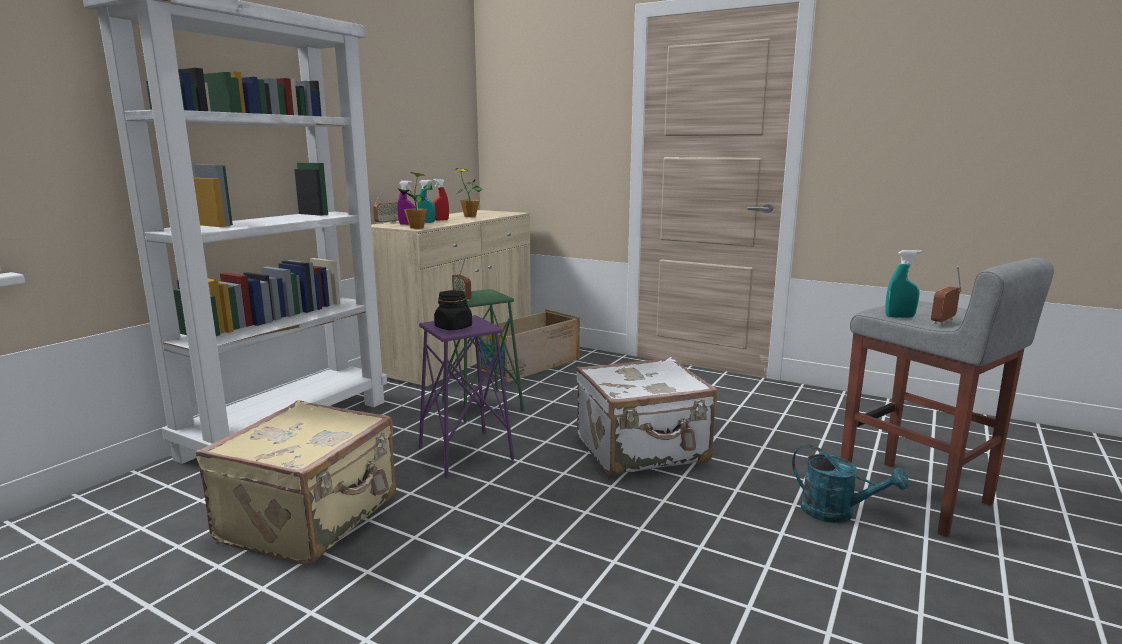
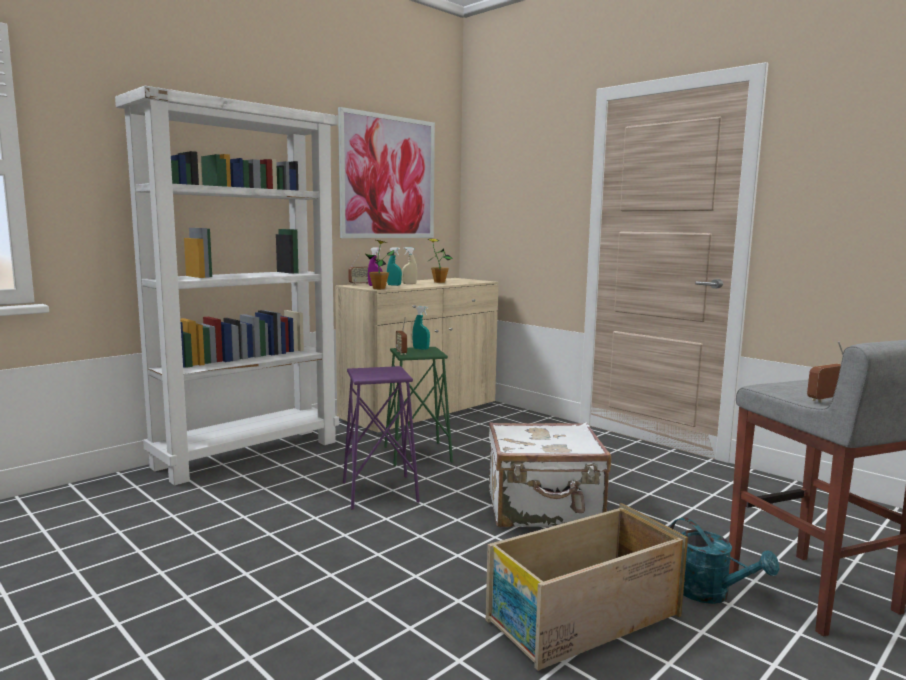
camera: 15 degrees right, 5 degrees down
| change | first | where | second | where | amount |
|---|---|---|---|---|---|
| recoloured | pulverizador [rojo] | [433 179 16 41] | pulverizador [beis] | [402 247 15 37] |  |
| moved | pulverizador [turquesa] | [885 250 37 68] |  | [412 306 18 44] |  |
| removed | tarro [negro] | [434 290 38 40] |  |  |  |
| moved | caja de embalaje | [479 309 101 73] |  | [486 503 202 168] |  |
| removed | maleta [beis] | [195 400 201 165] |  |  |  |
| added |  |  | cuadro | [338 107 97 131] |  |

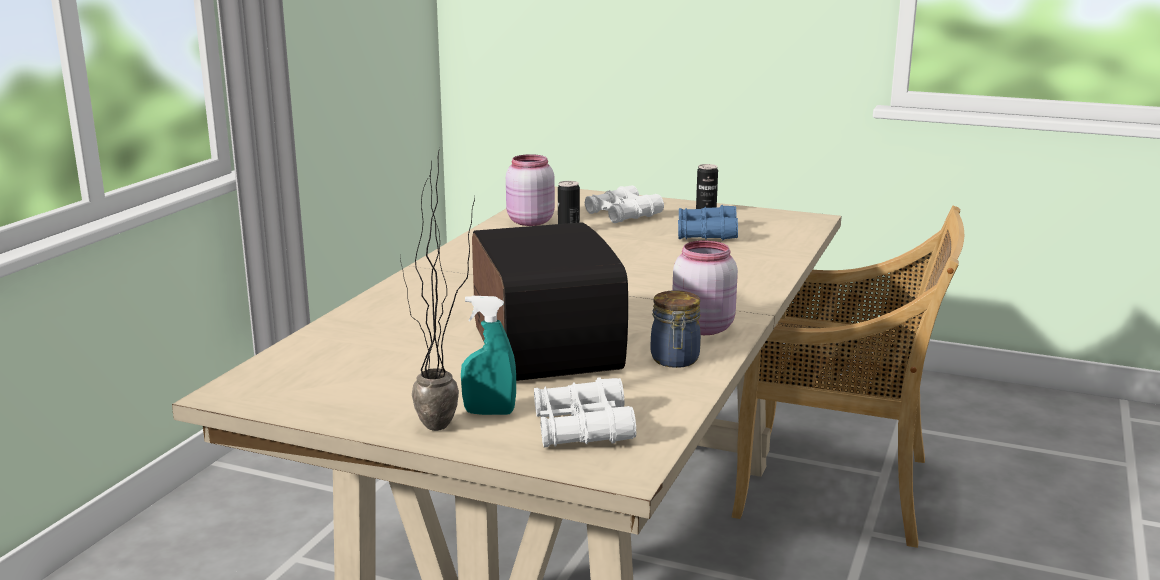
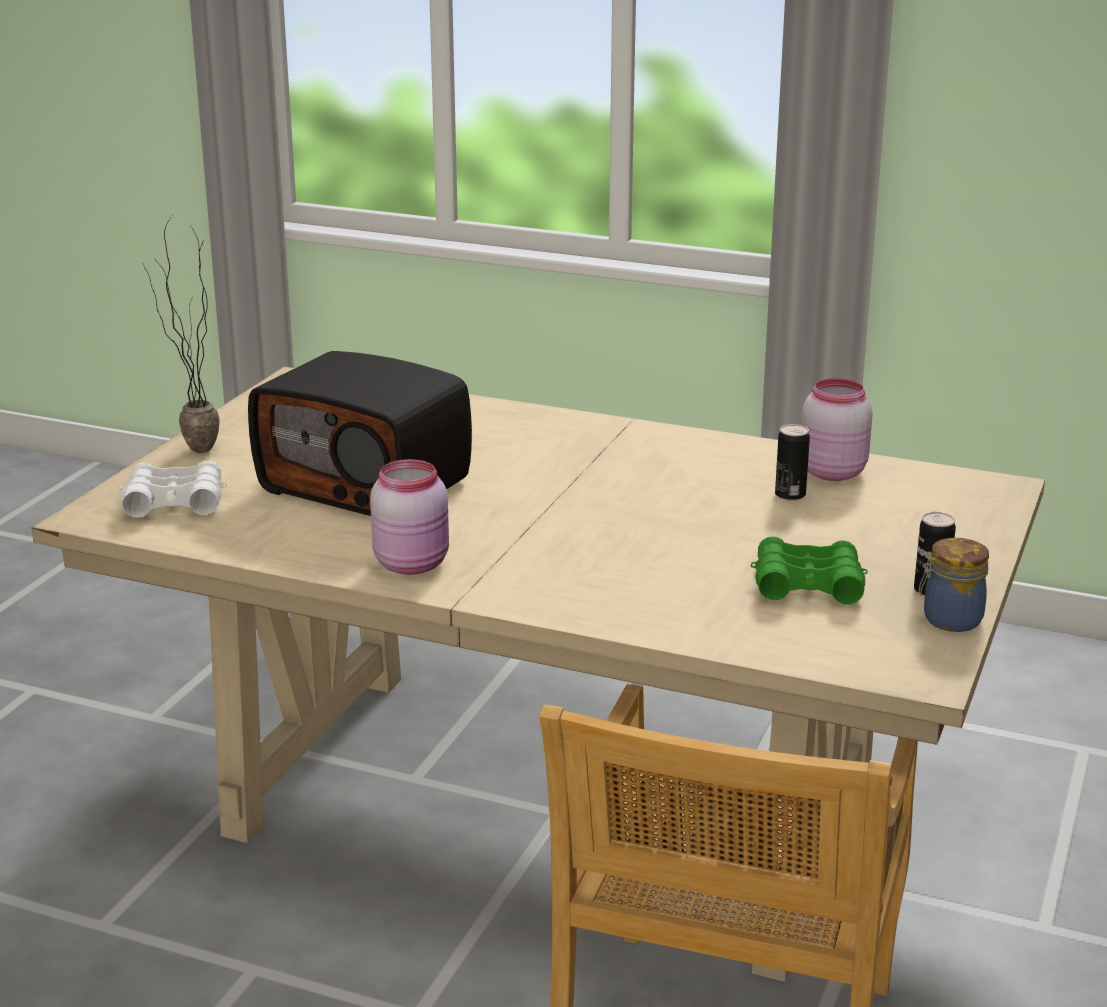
camera: 90 degrees right, 5 degrees up
| change | first | where | second | where | amount |
|---|---|---|---|---|---|
| removed | prismáticos [blanco] | [585 186 79 37] |  |  |  |
| recoloured | prismáticos [azul] | [678 205 60 36] | prismáticos [verde] | [751 536 117 69] |  |
| turned | radio | [472 222 156 159] |  | [248 351 224 165] | 45 degrees clockwise |
| moved | tarro | [651 290 50 78] |  | [919 538 70 94] |  |
| removed | pulverizador [turquesa] | [461 296 55 119] |  |  |  |

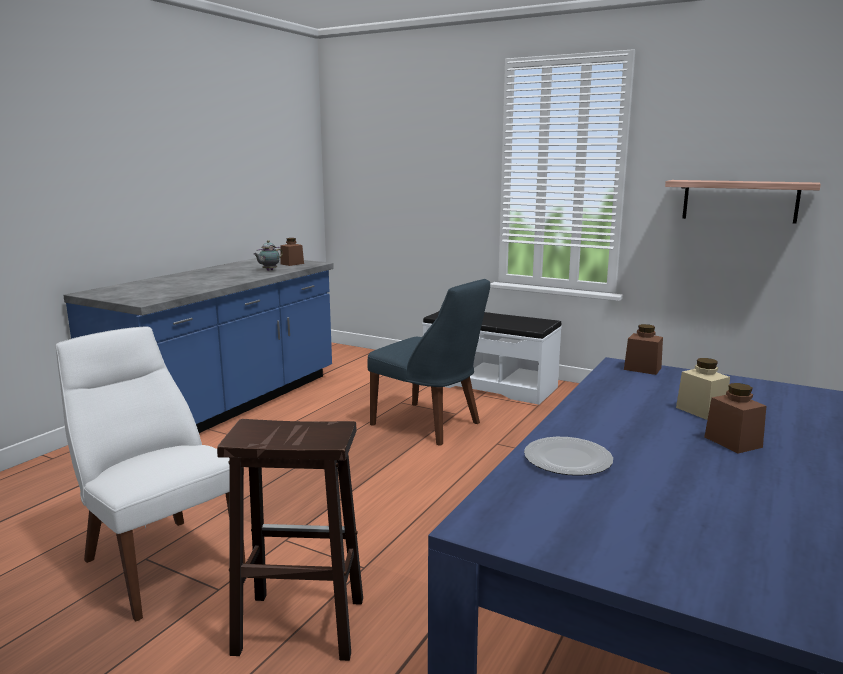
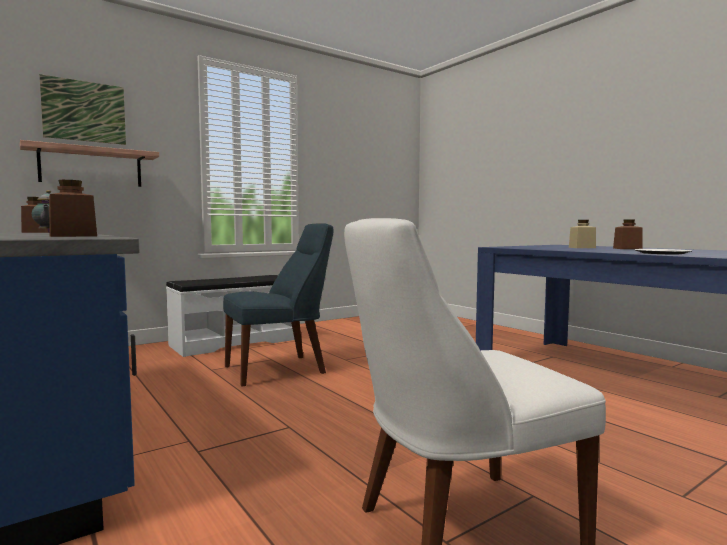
camera: 65 degrees left, 10 degrees down
| change | first | where | second | where | amount |
|---|---|---|---|---|---|
| moved | estante | [665 180 156 44] |  | [20 140 139 47] |  |
| moved | tarro [marrón] | [624 324 39 51] |  | [49 180 48 57] |  |
| removed | taburete [marrón] | [217 419 146 242] |  |  |  |
| added |  |  | cuadro | [39 74 87 71] |  |

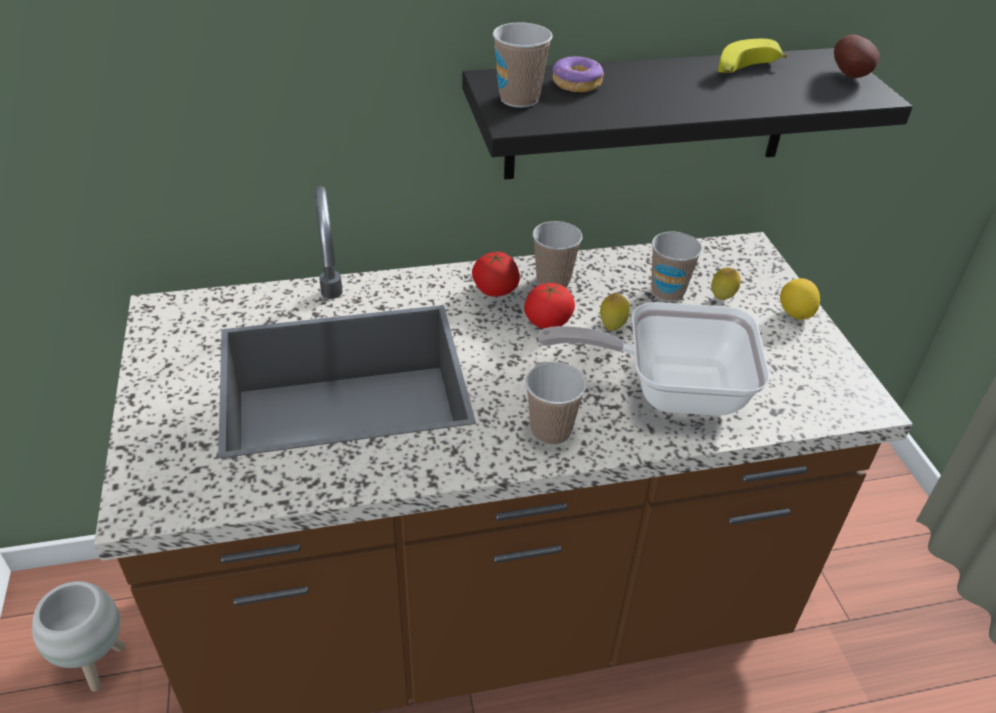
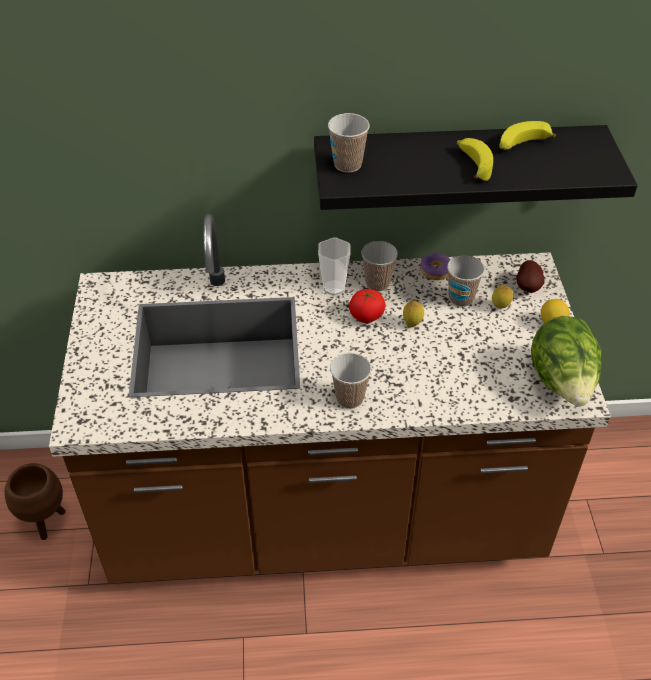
camera: 10 degrees right, 5 degrees up
| change | first | where | second | where | amount |
|---|---|---|---|---|---|
| moved | patata | [834 35 46 43] |  | [517 260 28 33] |  |
| moved | rosquilla | [553 56 51 36] |  | [420 253 30 27] |  |
| replaced | tomate | [472 251 48 46] | taza | [318 237 33 59] |  |
| removed | sartén | [538 302 232 114] |  |  |  |
| recoloured | maceta [blanco] | [32 581 93 111] | maceta [marrón] | [5 463 60 77] |  |
| added |  |  | plátano | [457 138 36 43] |  |
| added |  |  | lechuga | [531 316 70 90] |  |

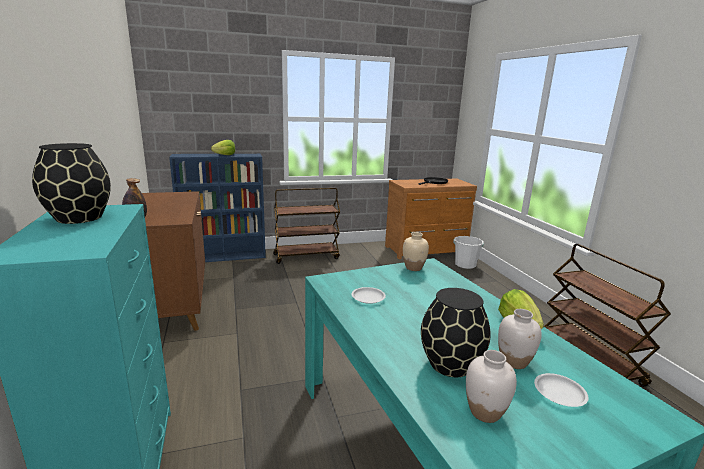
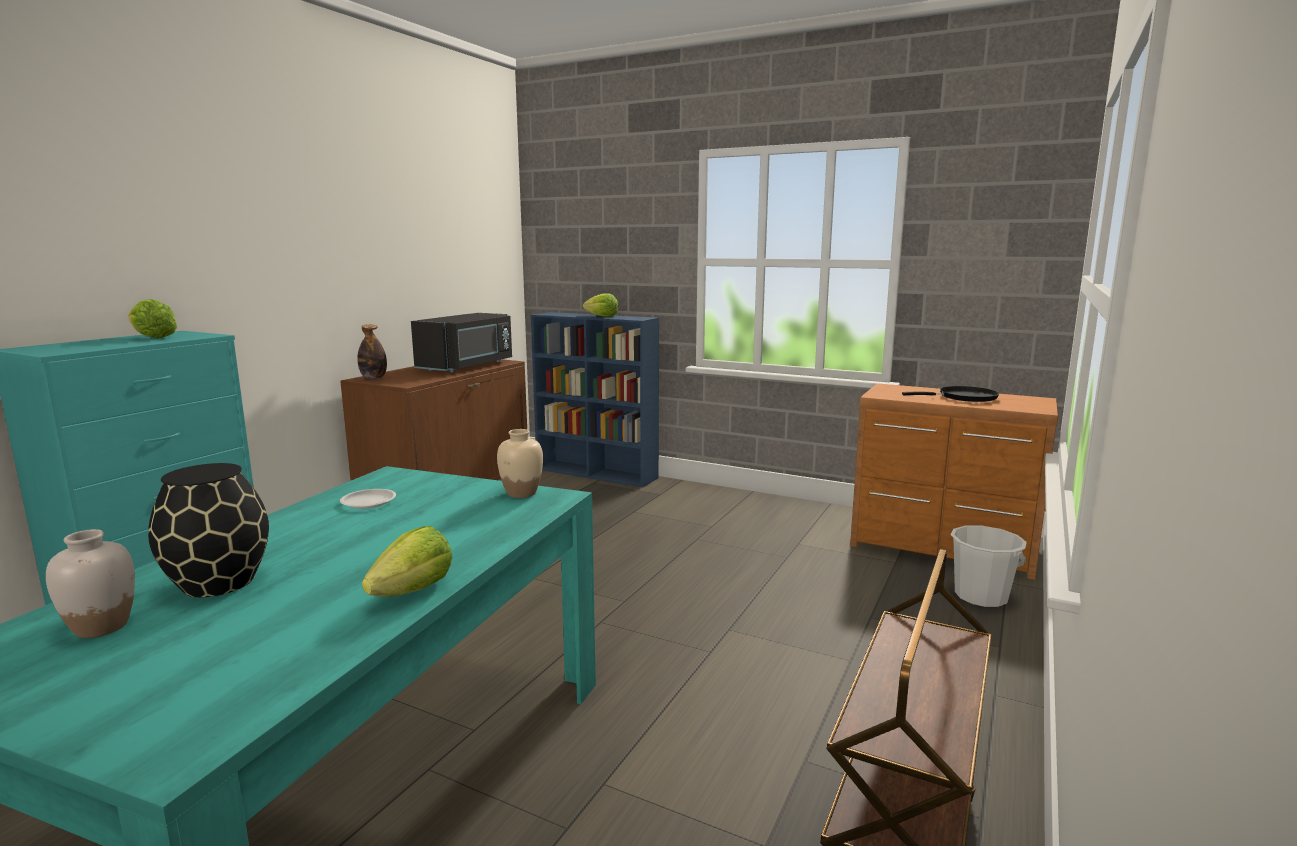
camera: 45 degrees right, 5 degrees down
| change | first | where | second | where | amount |
|---|---|---|---|---|---|
| replaced | florero [negro] | [32 143 79 81] | lechuga | [128 299 49 39] |  |
| removed | carrito [marrón] | [273 188 67 76] |  |  |  |
| removed | florero [blanco] | [498 309 44 60] |  |  |  |
| removed | plato [blanco] | [534 373 55 34] |  |  |  |
| added |  |  | microondas [negro] | [411 313 101 60] |  |

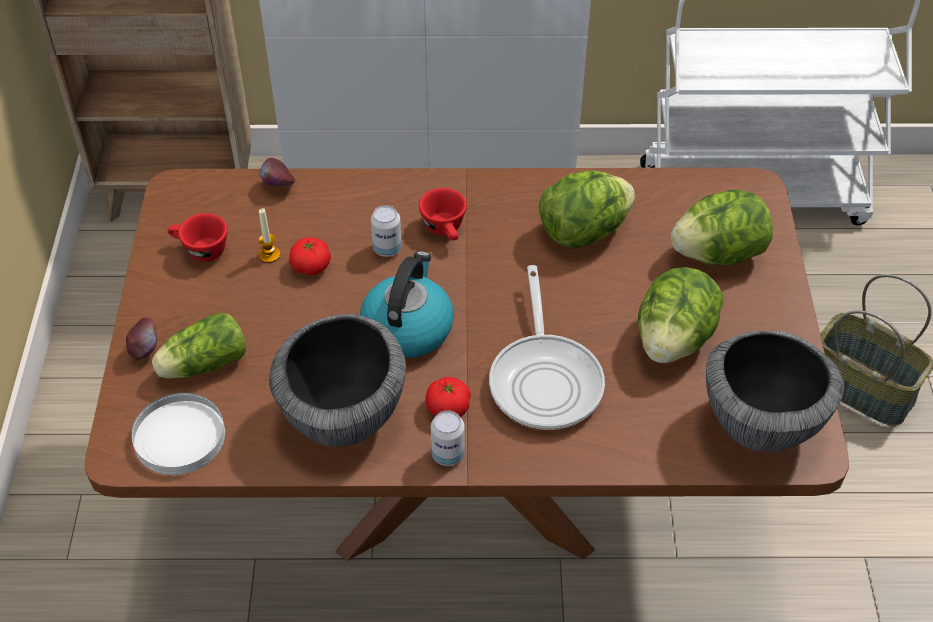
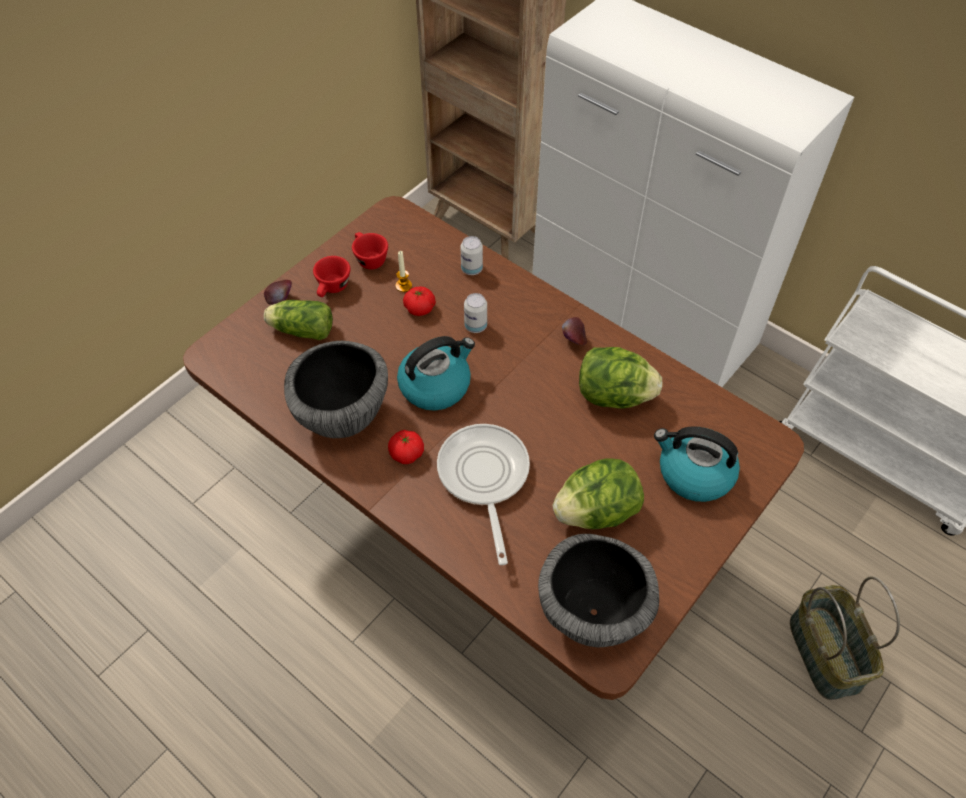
camera: 40 degrees right, 5 degrees up
| change | first | where | second | where | amount |
|---|---|---|---|---|---|
| moved | manzana | [259 158 36 28] |  | [562 317 25 29] |  |
| moved | taza [rojo] | [419 188 48 52] |  | [313 256 37 41] |  |
| replaced | lechuga | [671 190 102 75] | hervidor | [654 426 86 76] |  |
| turned | sartén | [489 265 116 165] |  | [437 424 93 141] | 135 degrees clockwise |
| removed | plato [blanco] | [131 393 94 82] |  |  |  |
| moved | lata | [431 410 34 56] |  | [461 236 22 39] |  |

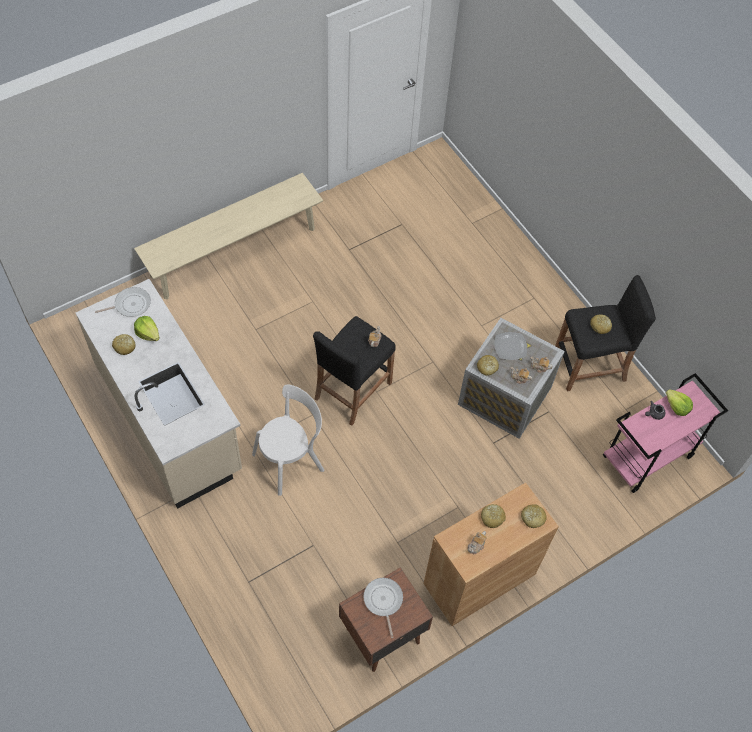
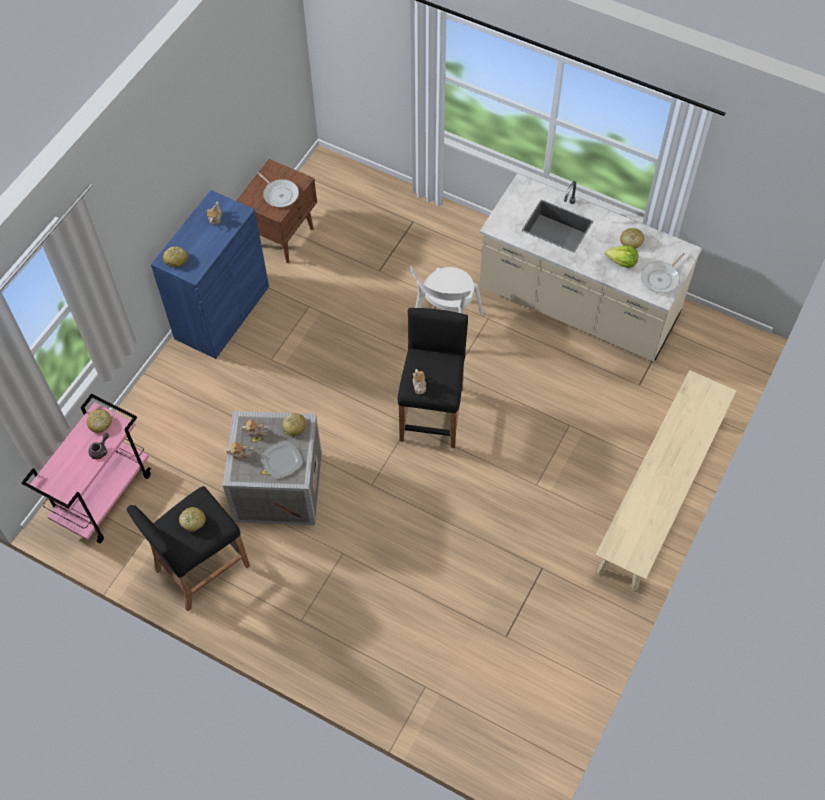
camera: 155 degrees right, 0 degrees up
| change | first | where | second | where | amount |
|---|---|---|---|---|---|
| removed | lechuga | [666 389 27 27] |  |  |  |
| recoloured | armario [marrón] | [423 483 136 143] | armario [azul] | [151 190 118 169] |  |
| moved | pan | [481 504 25 24] |  | [86 409 26 24] |  |

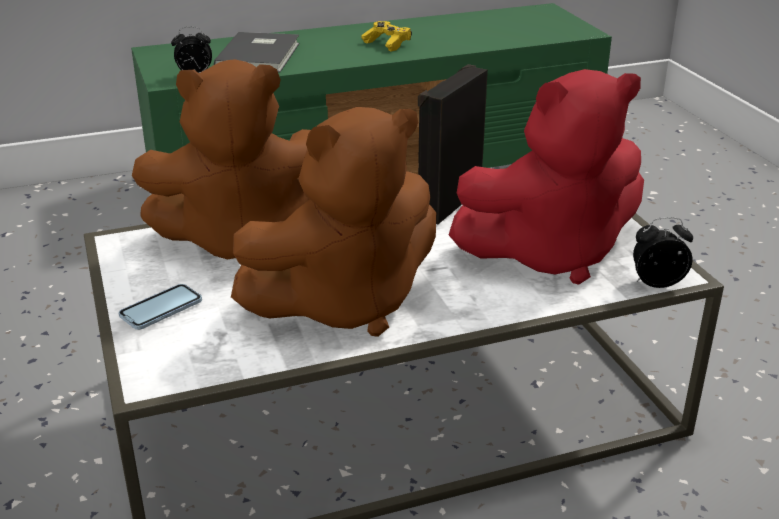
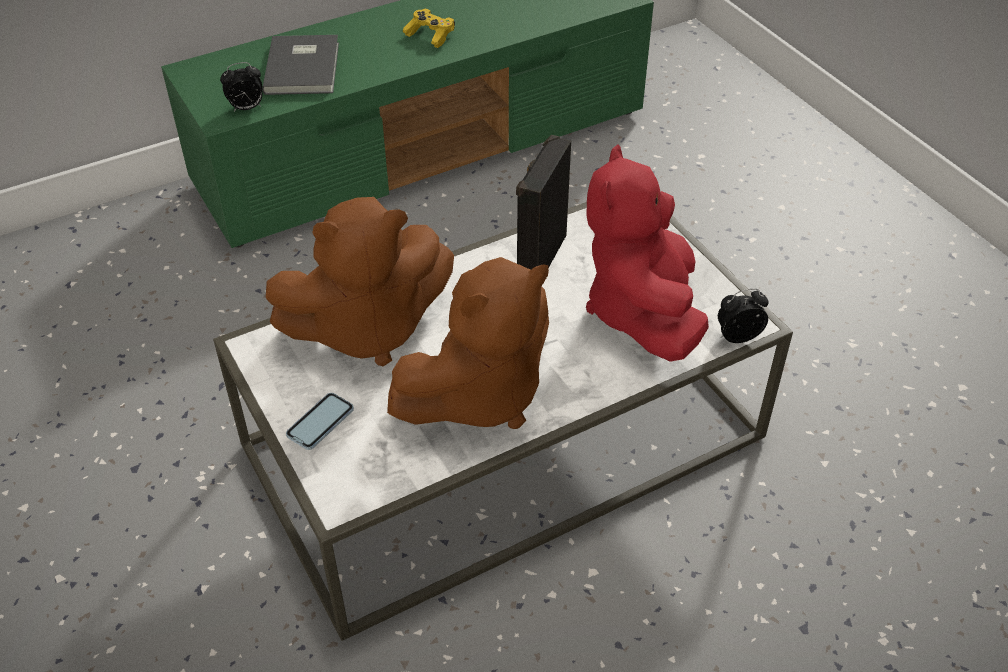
camera: 10 degrees left, 15 degrees up
| change | first | where | second | where | amount |
|---|---|---|---|---|---|
| turned | peluche [rojo] | [449 69 195 216] |  | [586 145 123 217] | 120 degrees clockwise |

